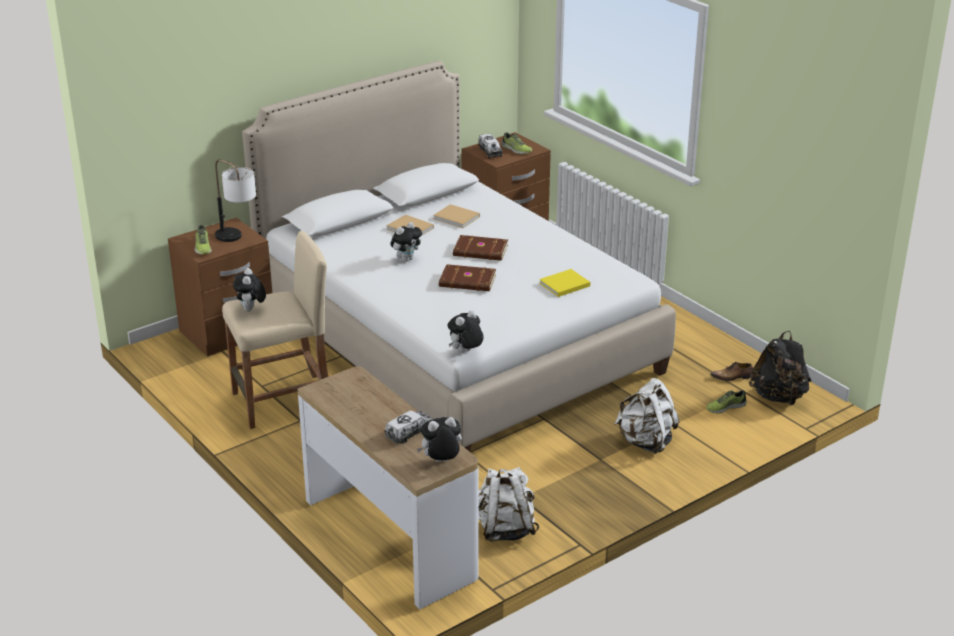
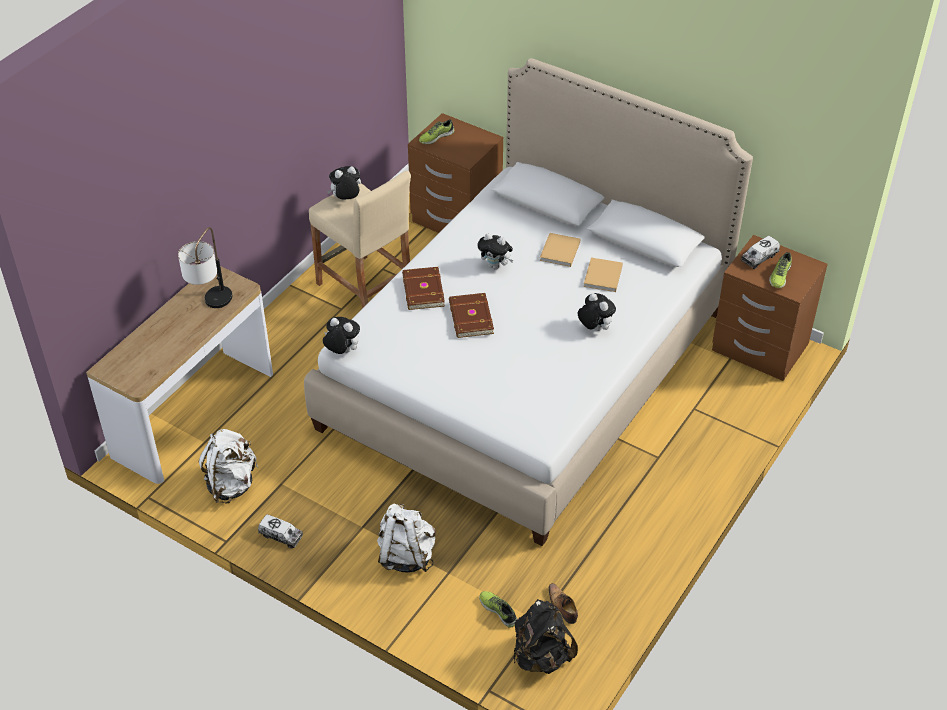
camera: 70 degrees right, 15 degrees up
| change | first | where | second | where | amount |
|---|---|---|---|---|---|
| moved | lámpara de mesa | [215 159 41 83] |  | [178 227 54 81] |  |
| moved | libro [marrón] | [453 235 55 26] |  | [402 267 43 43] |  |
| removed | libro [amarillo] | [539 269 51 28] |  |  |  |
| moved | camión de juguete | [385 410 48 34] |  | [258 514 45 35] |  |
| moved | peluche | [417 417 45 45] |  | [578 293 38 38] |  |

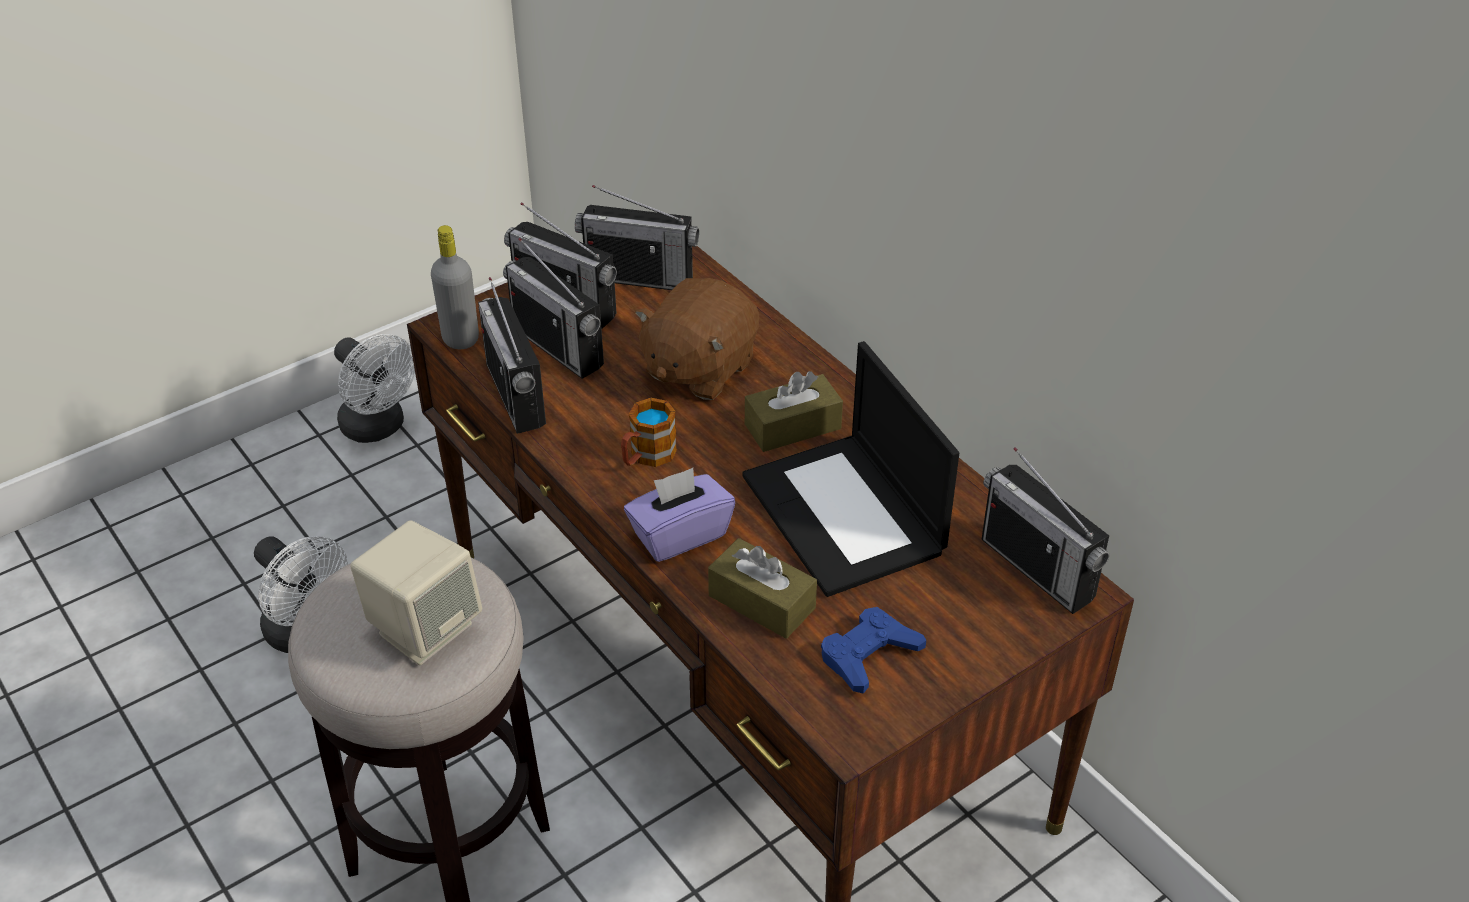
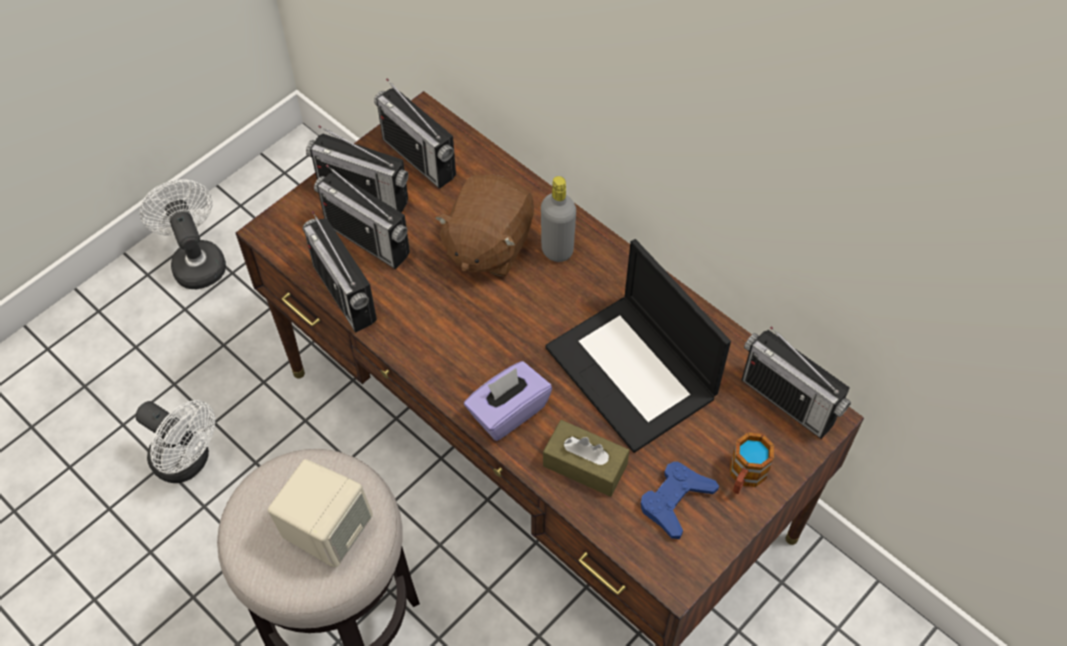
camera: 10 degrees left, 15 degrees up
| change | first | where | second | where | amount |
|---|---|---|---|---|---|
| turned | radio | [575 185 124 105] |  | [374 79 82 110] | 45 degrees clockwise |
| moved | botella [gris] | [431 225 48 124] |  | [541 176 35 86] |  |
| turned | ventilador [blanco] | [334 334 81 109] |  | [140 180 86 109] | 150 degrees counterclockwise |
| removed | caja de pañuelos [marrón] | [745 371 98 81] |  |  |  |
| moved | taza grande | [621 398 56 69] |  | [730 432 44 62] |  |

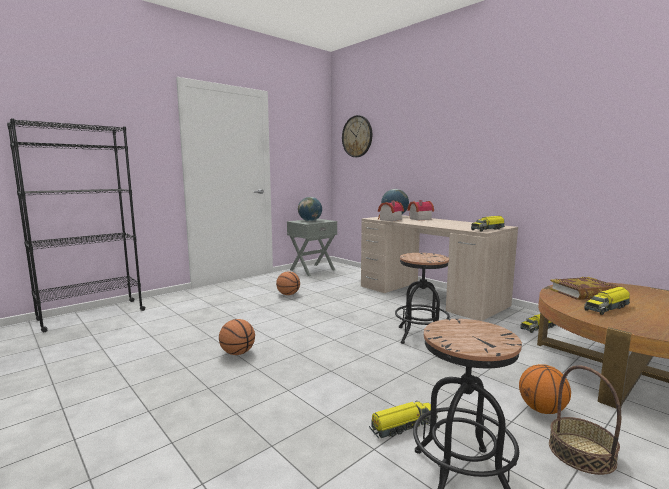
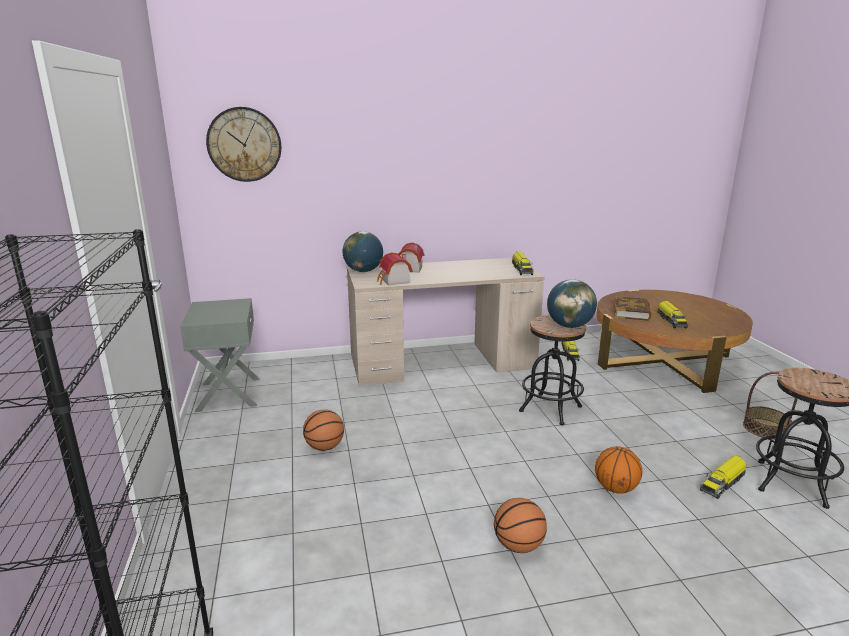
camera: 60 degrees left, 10 degrees up
| change | first | where | second | where | amount |
|---|---|---|---|---|---|
| moved | globo terráqueo | [298 197 24 24] |  | [547 279 50 49] |  |
| moved | balón de baloncesto | [519 364 52 50] |  | [595 446 47 48] |  |
| turned | camión de juguete | [369 400 69 38] |  | [700 455 46 44] | 135 degrees counterclockwise |

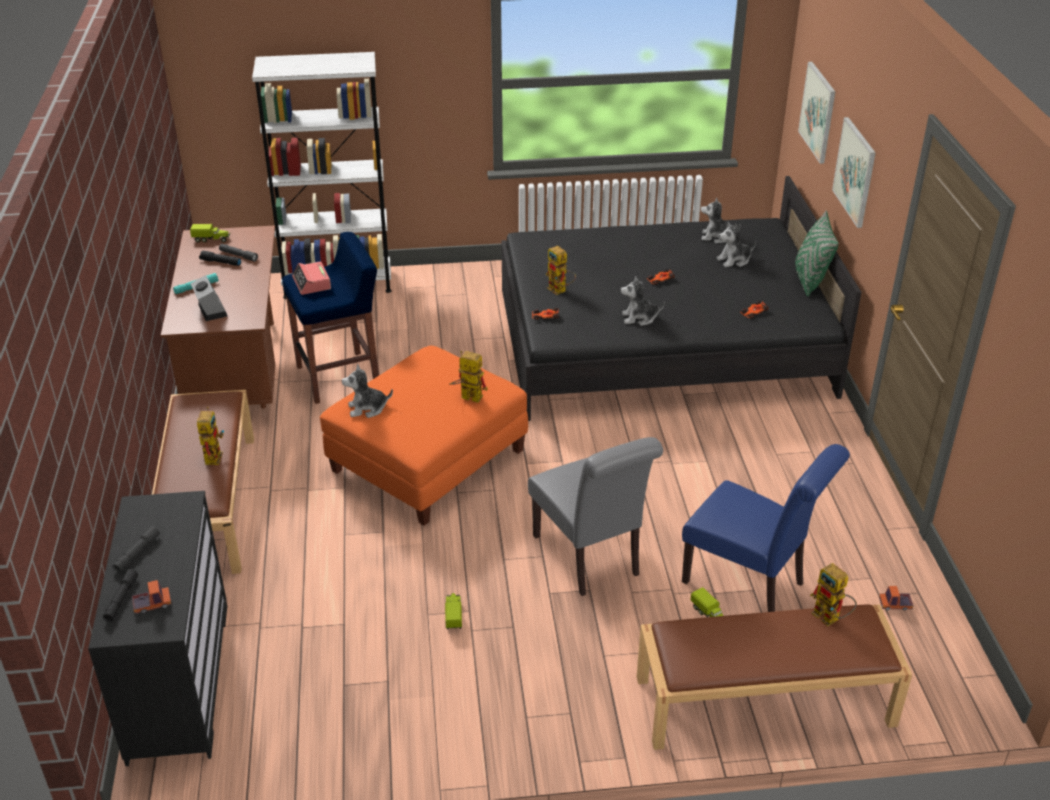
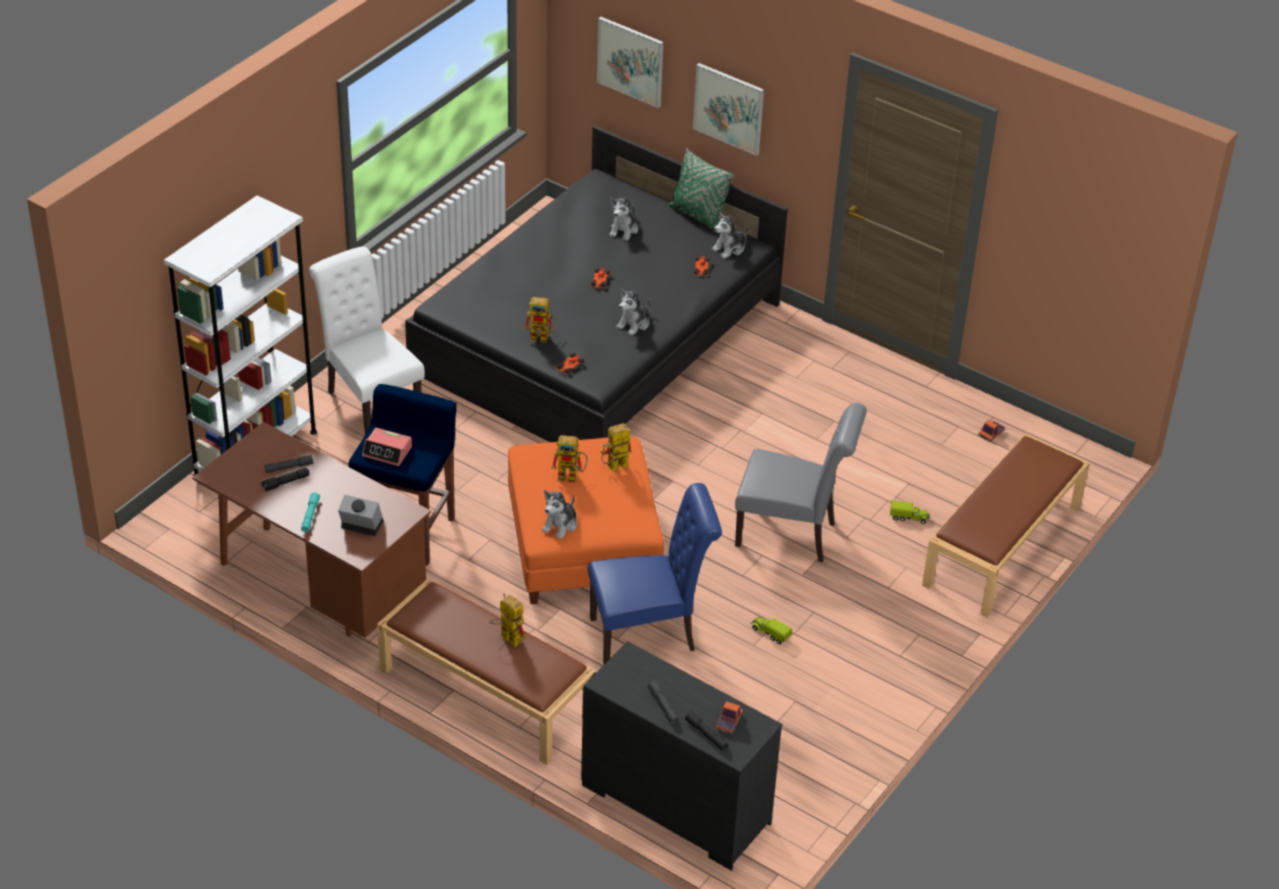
camera: 50 degrees left, 5 degrees up
| change | first | where | second | where | amount |
|---|---|---|---|---|---|
| moved | peluche | [701 198 40 45] |  | [712 212 36 47] |  |
| removed | camión de juguete | [190 224 40 18] |  |  |  |
| moved | silla [azul] | [682 444 168 168] |  | [588 483 134 181] |  |
| moved | robot de juguete | [810 563 47 63] |  | [551 435 37 48] |  |
| added |  |  | silla [blanco] | [309 246 116 188] |  |

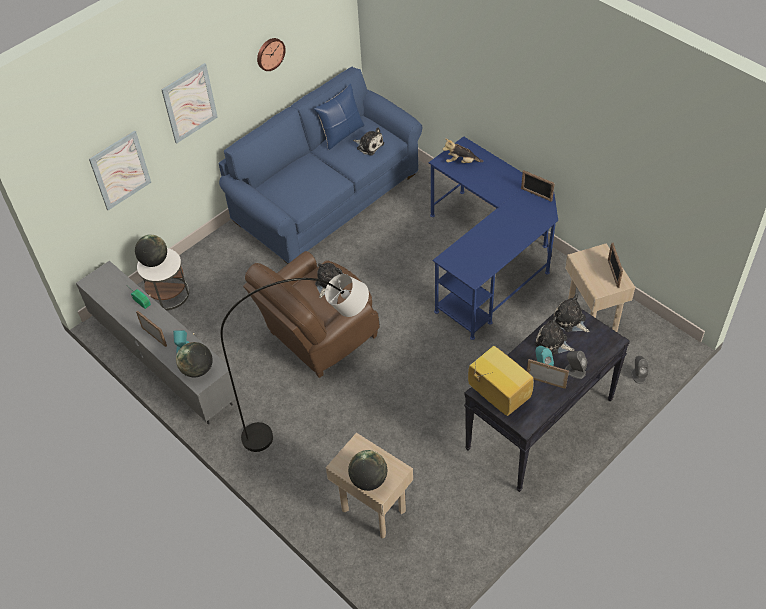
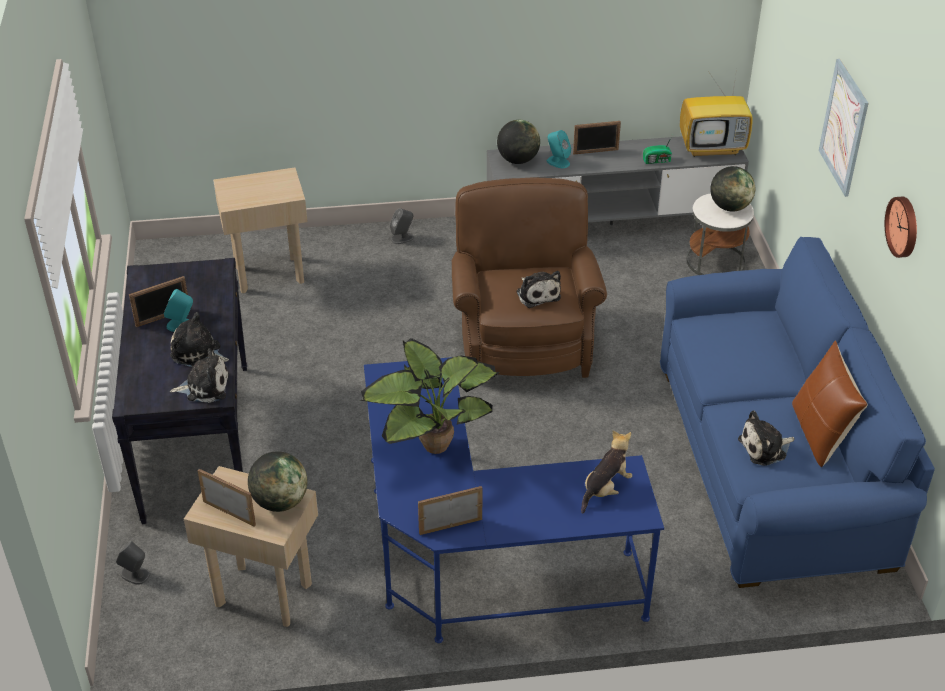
camera: 125 degrees right, 10 degrees down
| change | first | where | second | where | amount |
|---|---|---|---|---|---|
| recoloured | cojín [azul] | [314 84 50 66] | cojín [marrón] | [792 340 76 127] |  |
| removed | cuadro | [89 131 62 79] |  |  |  |
| removed | lámpara de pie [gris] | [221 274 148 178] |  |  |  |
| turned | peluche | [534 317 40 38] |  | [170 312 59 55] | 135 degrees counterclockwise |
| moved | televisor | [468 346 66 70] |  | [680 62 73 95] |  |
| moved | altavoz [gris] | [565 351 22 28] |  | [390 208 24 36] |  |
| moved | globo terráqueo | [348 450 39 41] |  | [248 451 60 61] |  |
| added |  |  | planta en maceta | [360 338 140 116] |  |

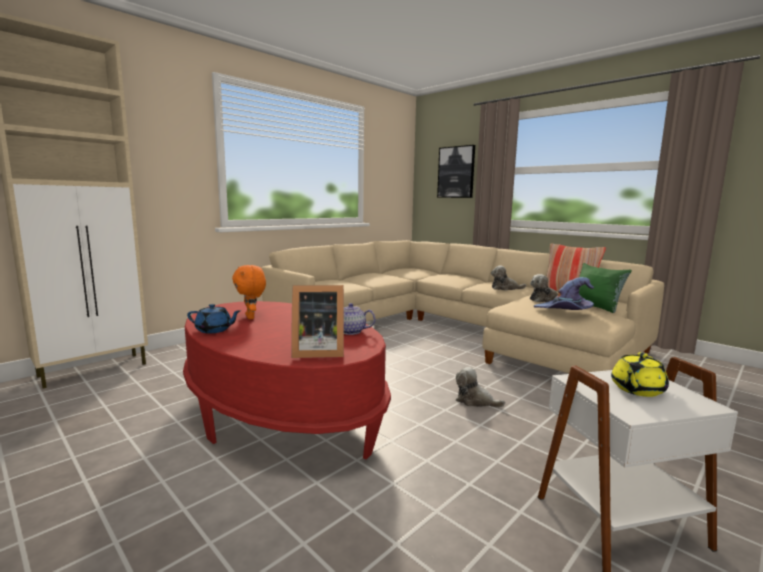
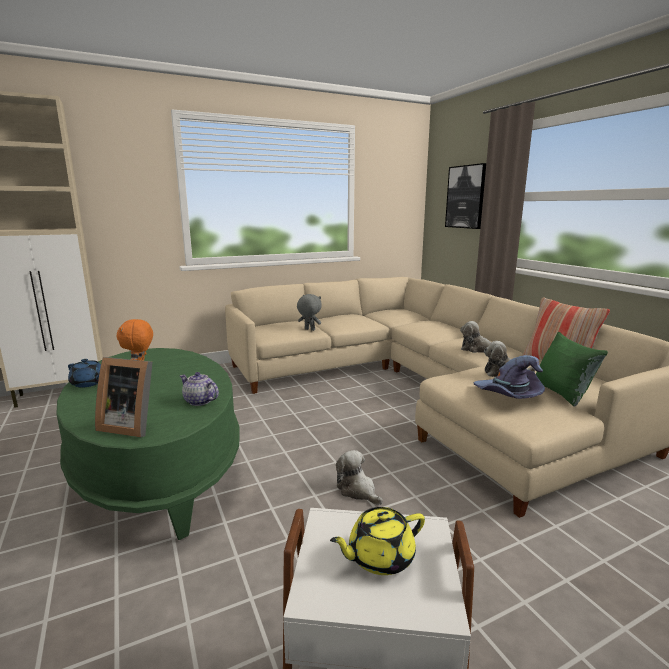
camera: 20 degrees right, 5 degrees up
| change | first | where | second | where | amount |
|---|---|---|---|---|---|
| recoloured | mesa de centro [rojo] | [183 301 208 158] | mesa de centro [verde] | [56 348 184 192] |  |
| added |  |  | peluche [gris] | [297 294 25 37] |  |

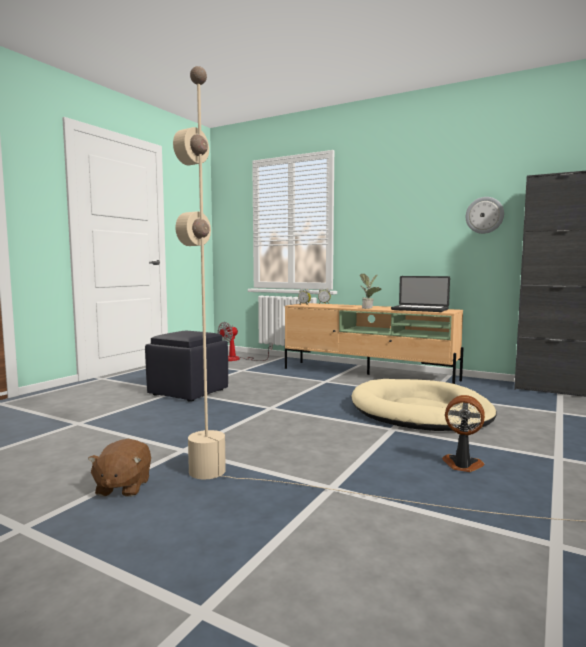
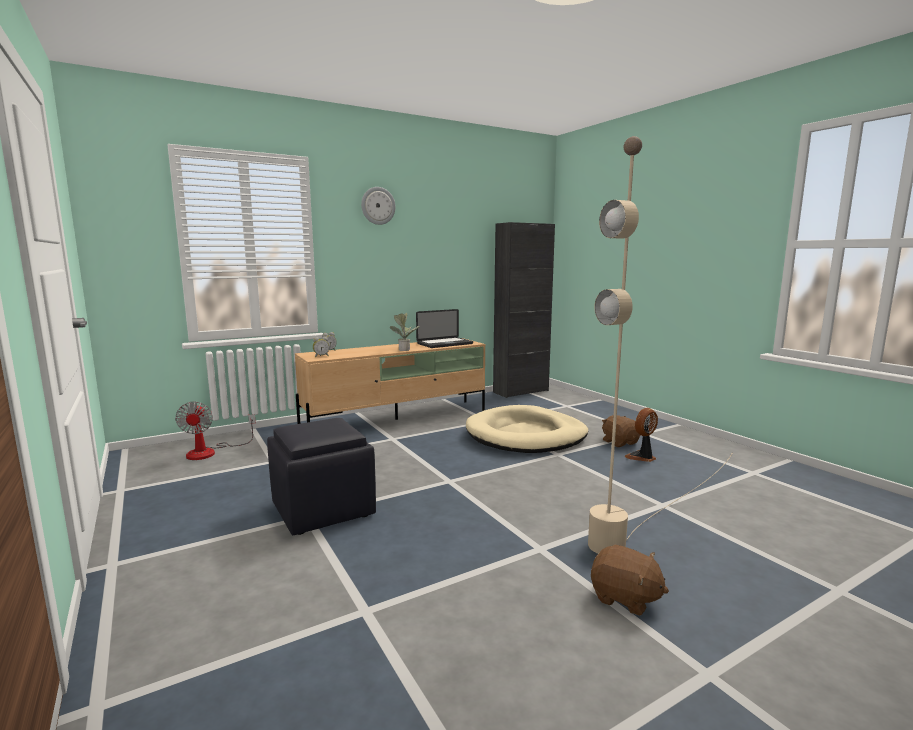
camera: 60 degrees left, 5 degrees up
| change | first | where | second | where | amount |
|---|---|---|---|---|---|
| moved | reloj de pared | [466 197 38 37] |  | [361 187 35 38] |  |
| added |  |  | peluche [marrón] | [602 415 38 32] |  |

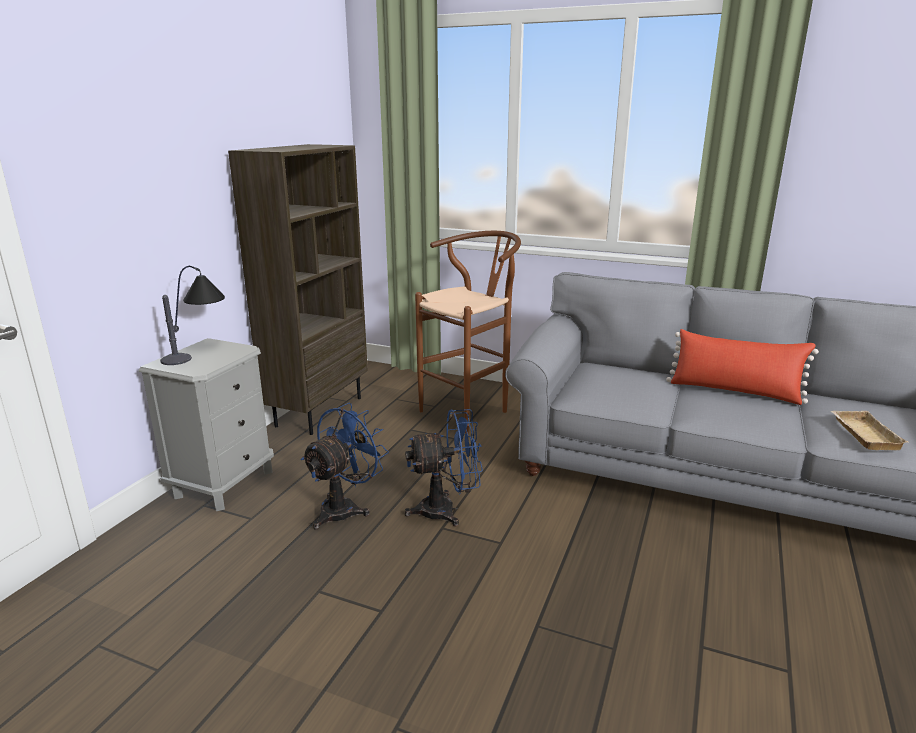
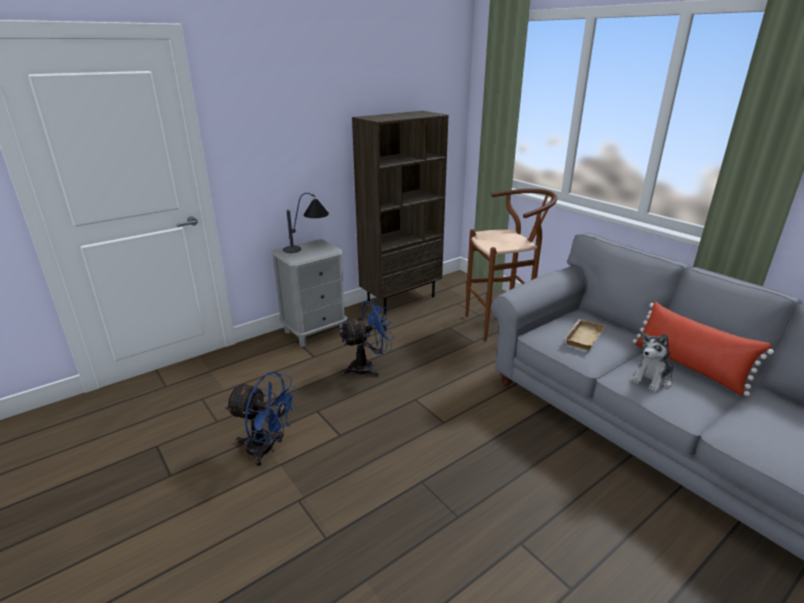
camera: 30 degrees right, 5 degrees up
| change | first | where | second | where | amount |
|---|---|---|---|---|---|
| moved | ventilador [azul] | [405 409 78 117] |  | [225 372 72 95] |  |
| moved | bandeja [beis] | [831 411 77 39] |  | [564 319 41 31] |  |
| added |  |  | peluche | [631 332 42 60] |  |

